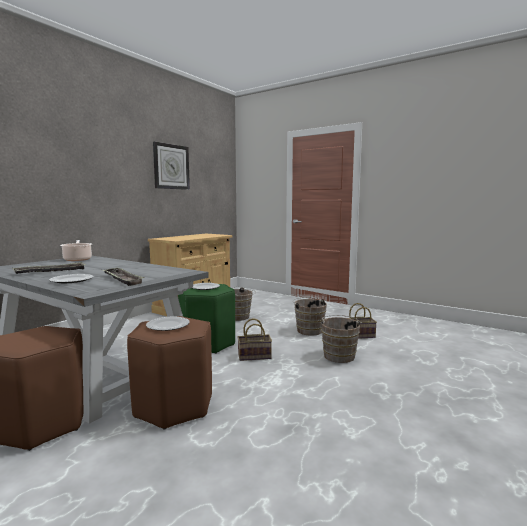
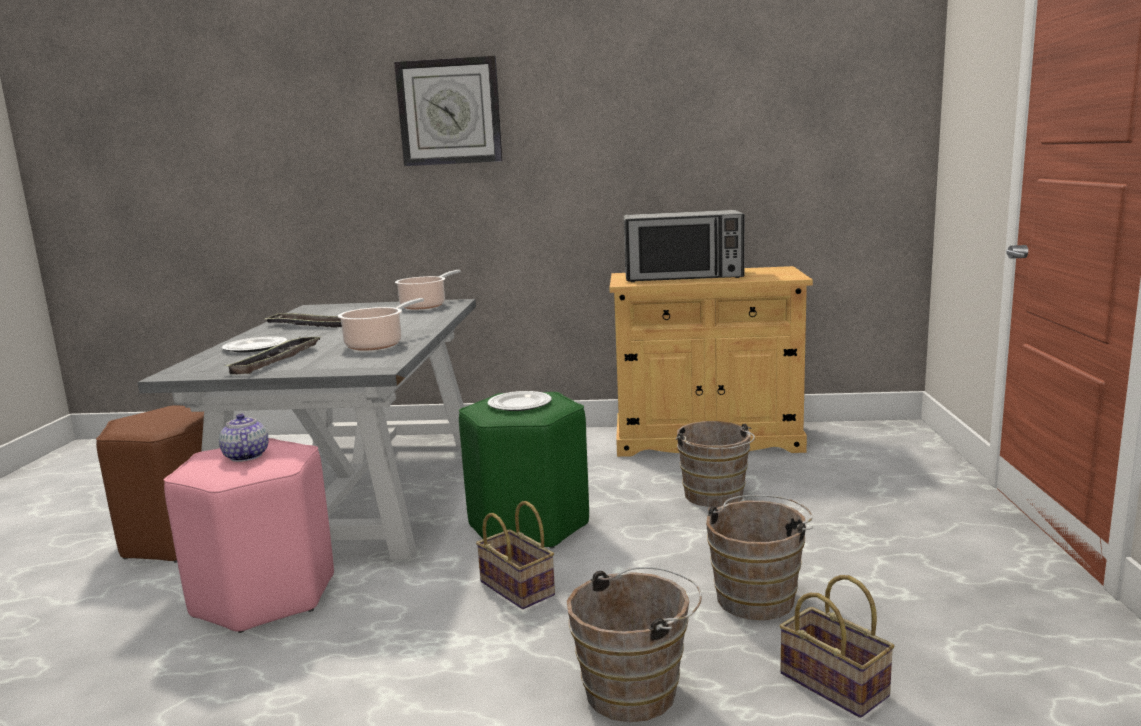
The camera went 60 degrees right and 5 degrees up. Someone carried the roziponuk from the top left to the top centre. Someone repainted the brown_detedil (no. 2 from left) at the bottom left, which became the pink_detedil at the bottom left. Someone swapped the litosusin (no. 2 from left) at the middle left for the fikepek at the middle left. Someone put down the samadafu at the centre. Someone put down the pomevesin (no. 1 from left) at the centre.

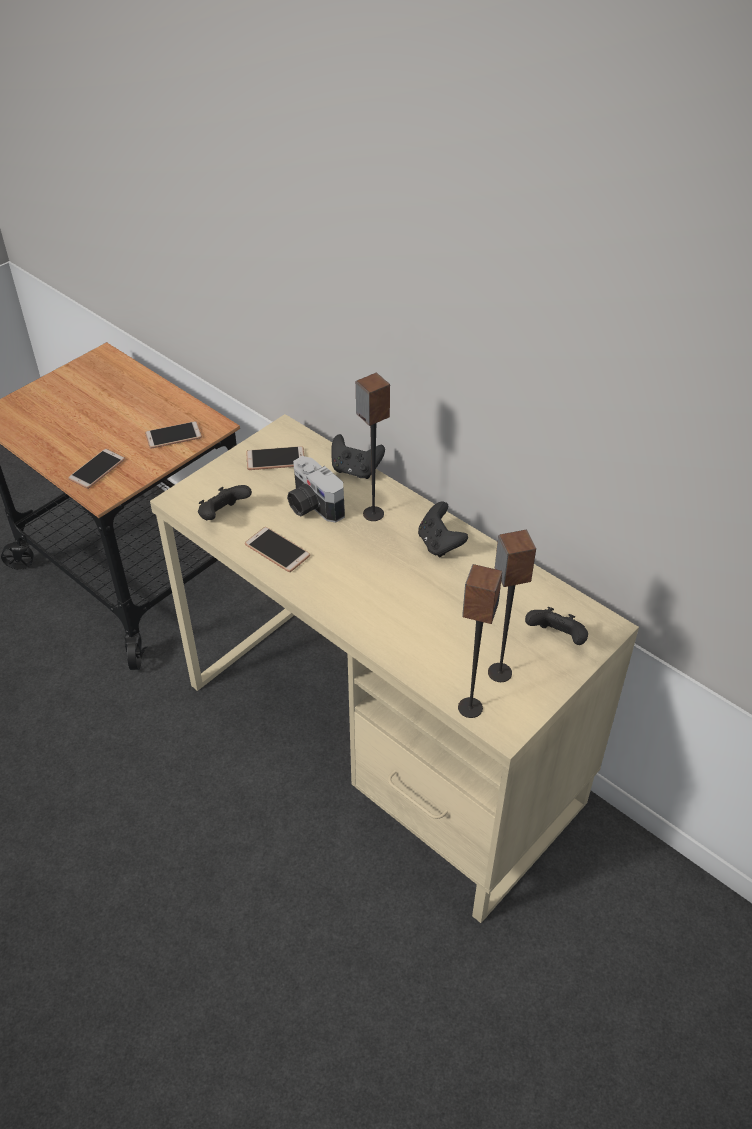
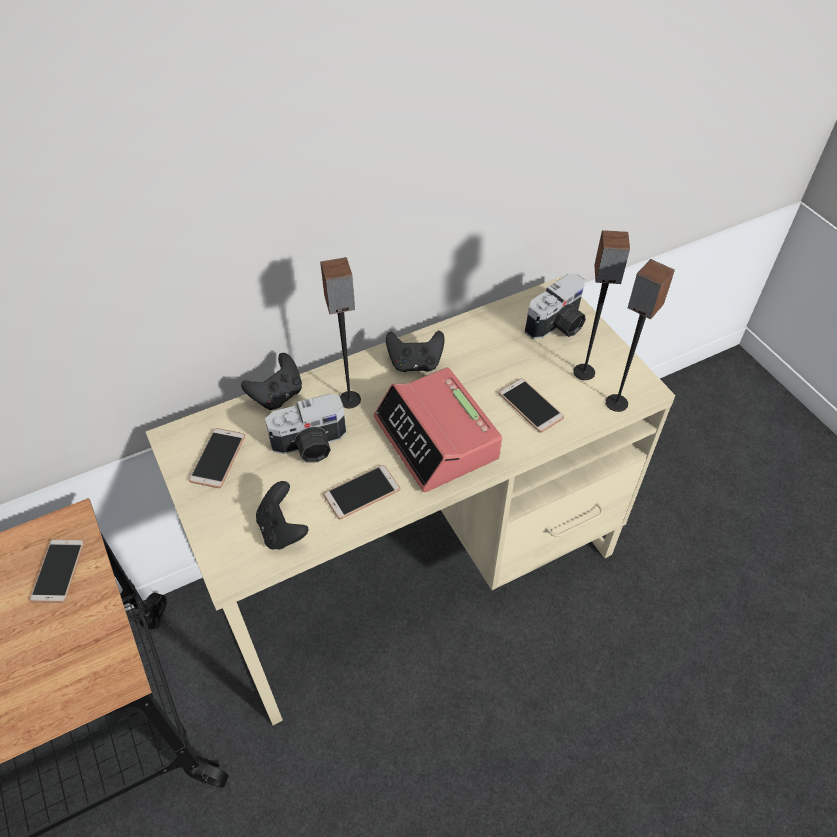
The camera went 70 degrees left and 5 degrees up. Someone carried the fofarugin (no. 1 from left in the first image) from the middle left to the centre. Someone swapped the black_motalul (no. 4 from left) at the middle right for the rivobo (no. 2 from left) at the centre. Someone put down the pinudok at the centre.

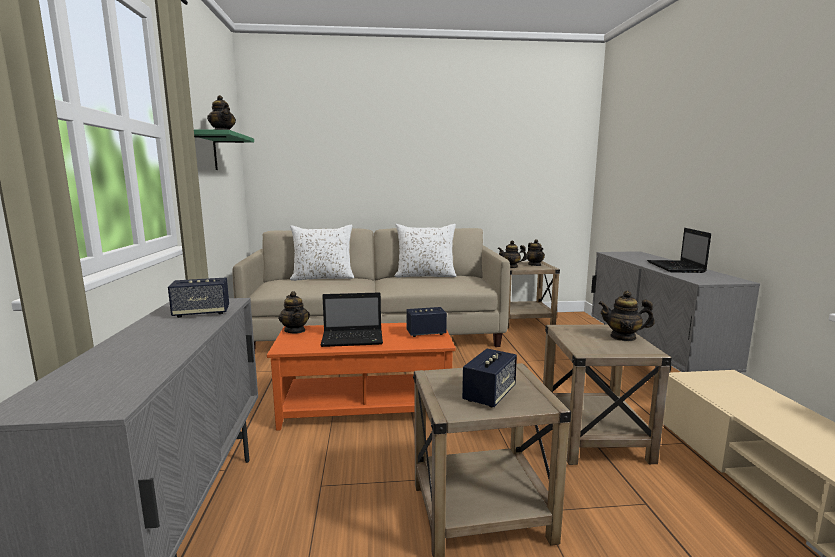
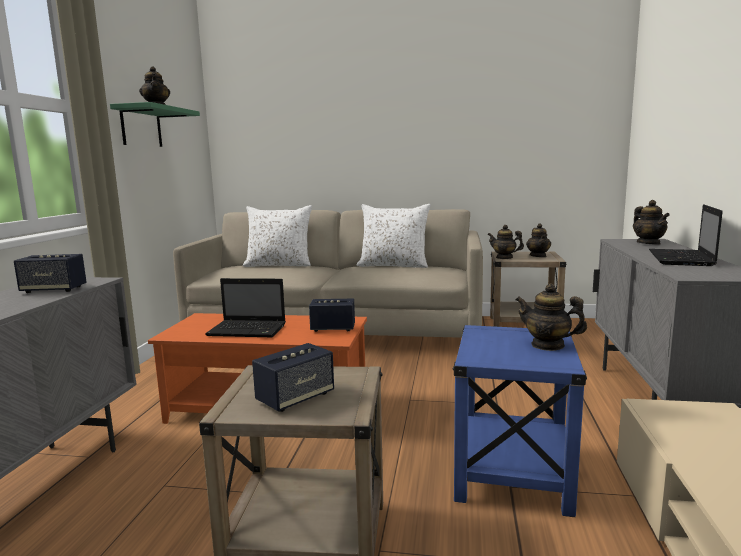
The camera went 15 degrees right and 0 degrees up. Someone carried the fikepek (no. 2 from left in the first image) from the centre to the middle right. Someone repainted the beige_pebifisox (no. 3 from left) at the bottom right, which became the blue_pebifisox at the bottom right.

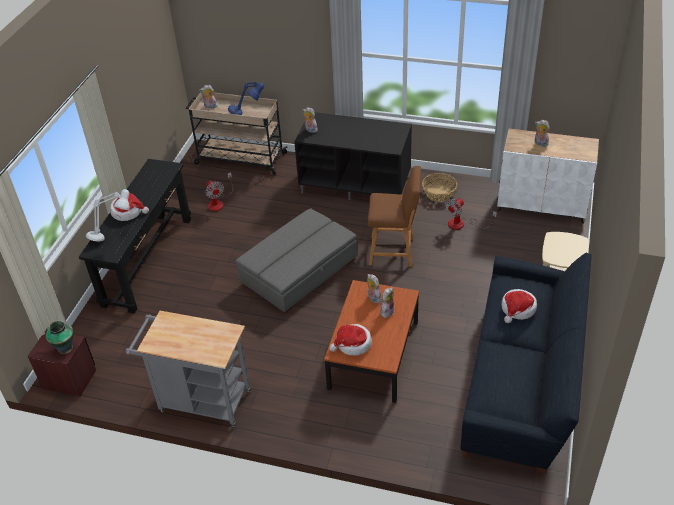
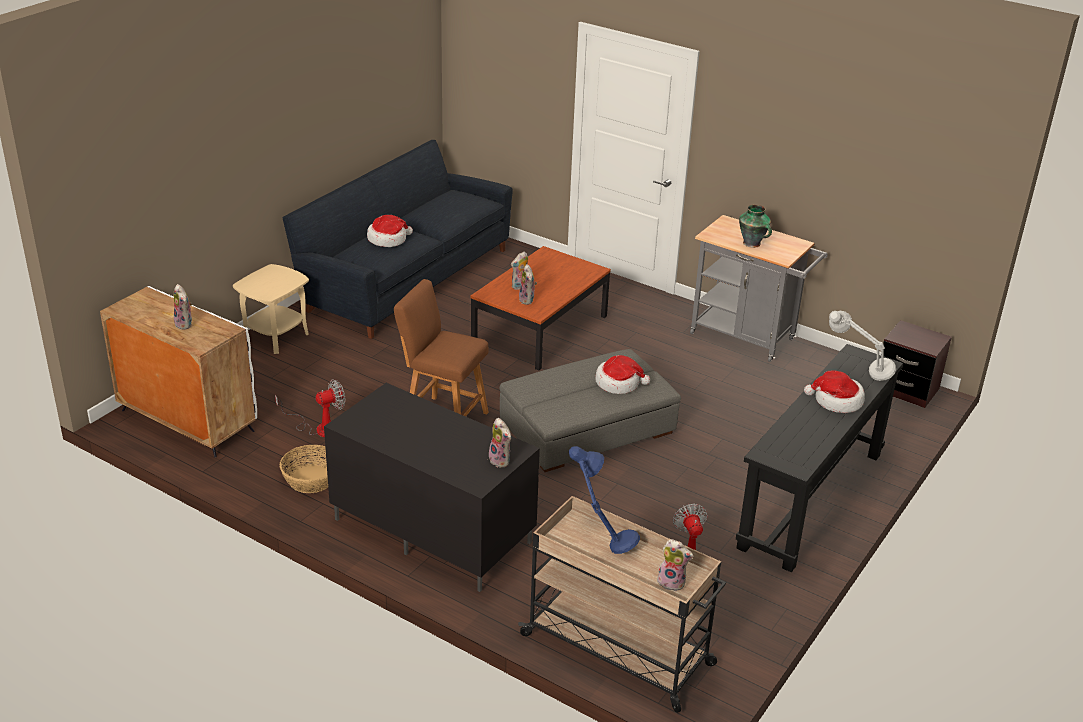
The camera went 165 degrees left and 10 degrees down. Someone carried the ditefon from the bottom left to the top right. Someone carried the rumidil (no. 2 from left) from the bottom centre to the centre.

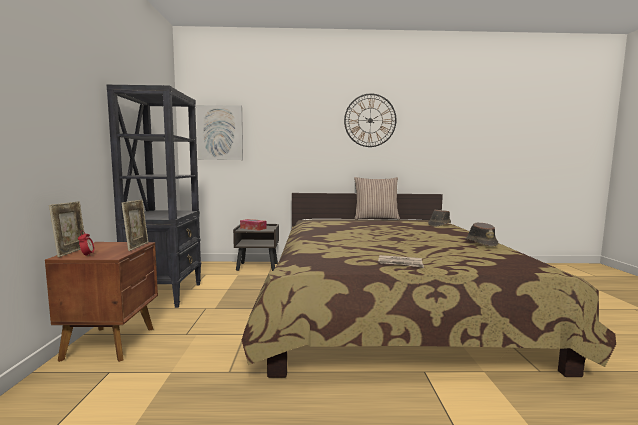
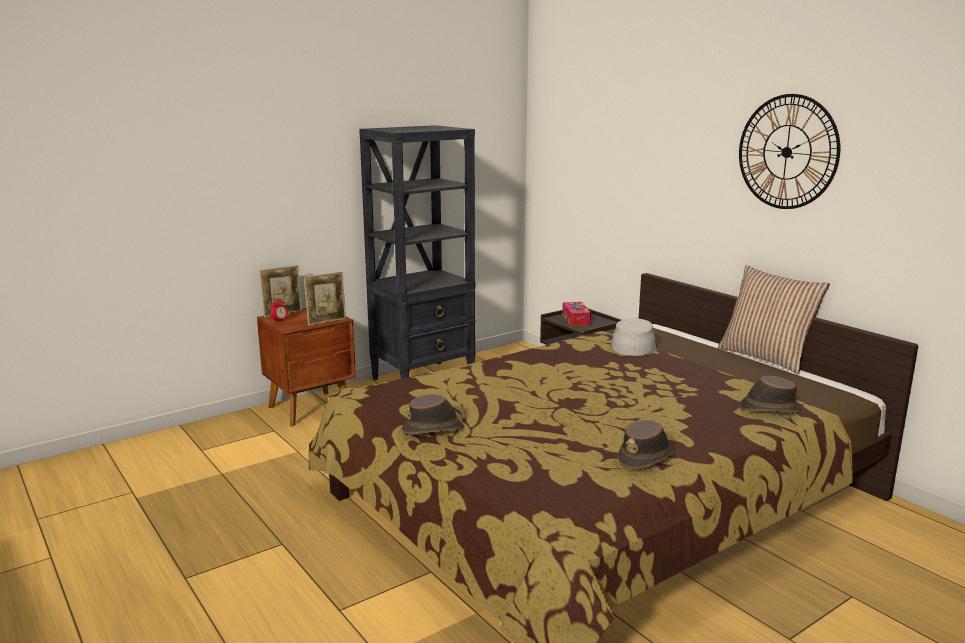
The camera went 55 degrees right and 10 degrees up. Someone took away the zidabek at the top centre. Someone swapped the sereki at the centre for the brown_rumidil (no. 1 from left) at the centre. Someone put down the grey_rumidil at the centre.

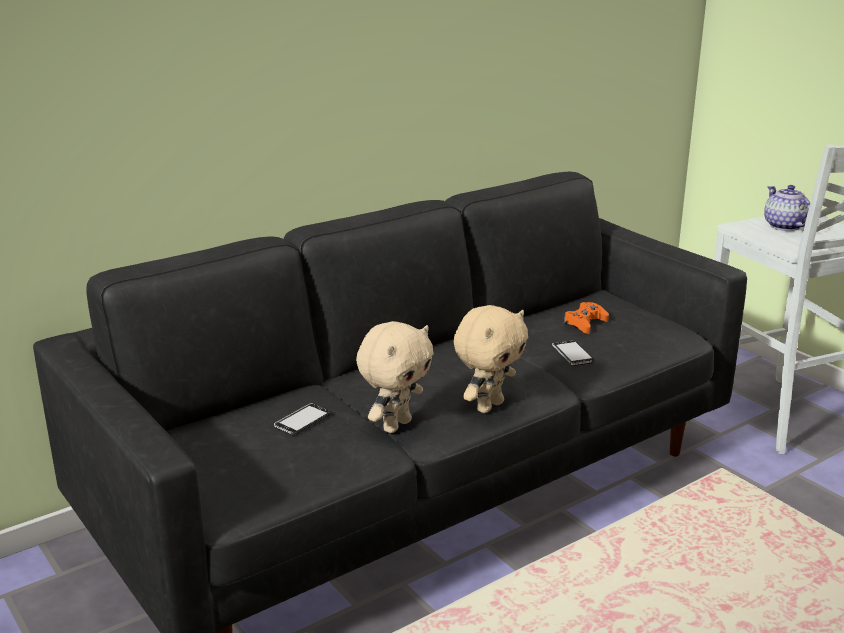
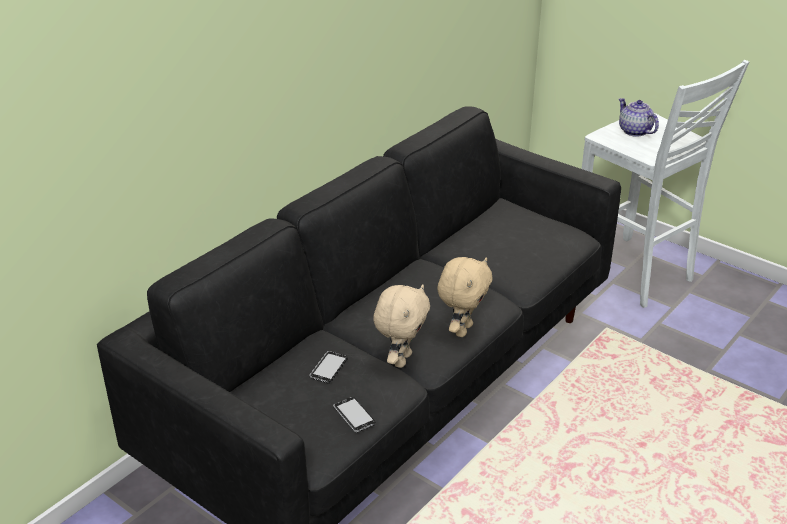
The camera went 15 degrees left and 10 degrees up. Someone took away the orange_motalul at the middle right. Someone carried the fofarugin (no. 2 from left) from the middle right to the bottom centre.

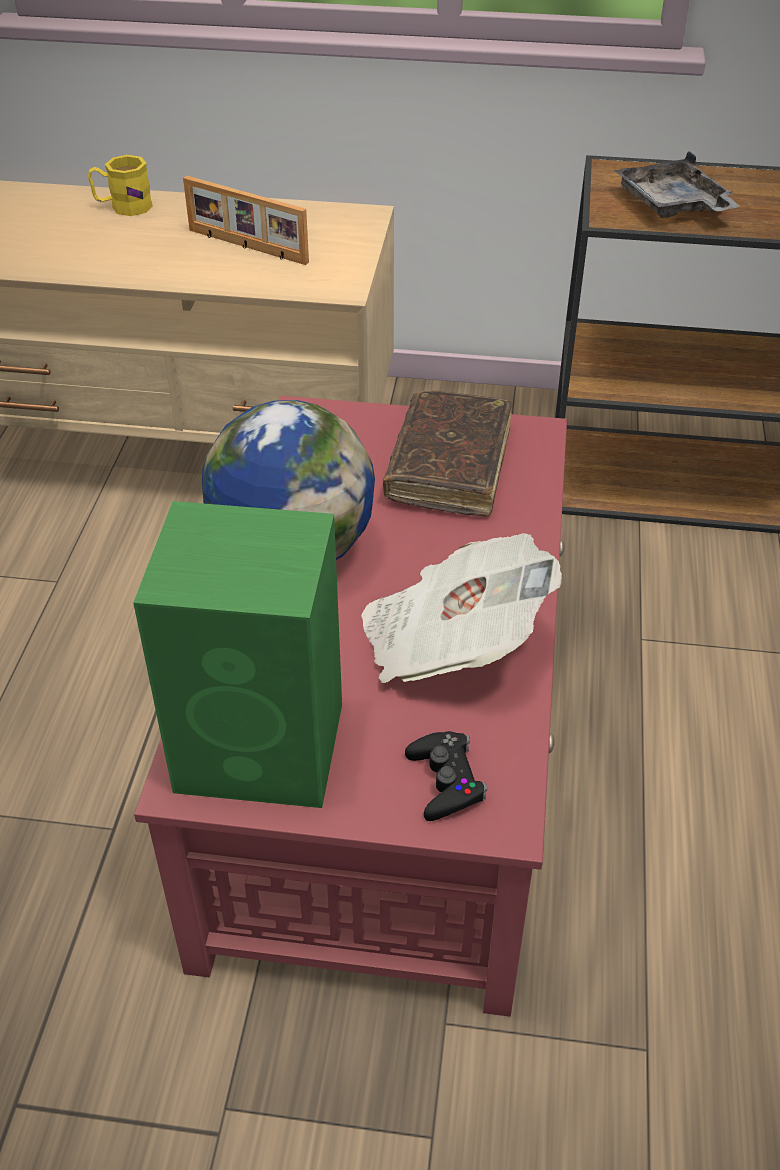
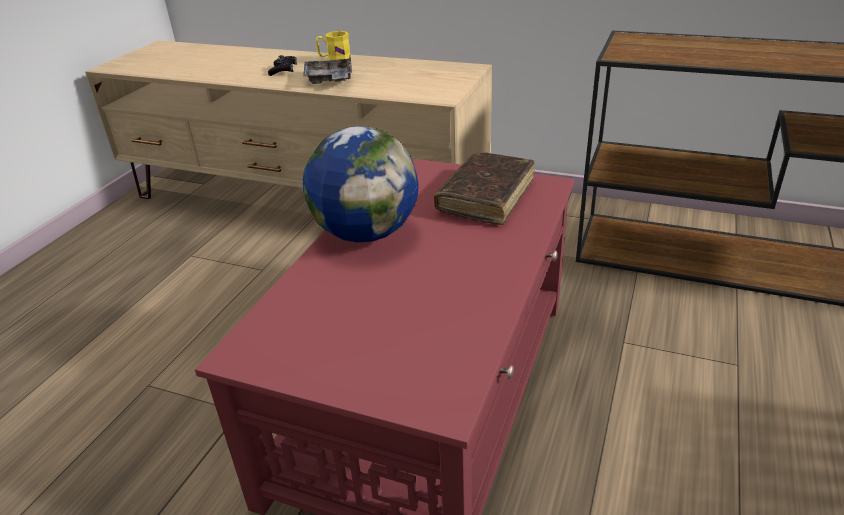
The camera went 15 degrees right and 10 degrees down. Someone carried the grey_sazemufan from the top right to the top centre. Someone took away the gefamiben at the top left. Someone took away the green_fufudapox at the middle left. Someone took away the sereki at the centre. Someone carried the black_motalul from the centre to the top centre.

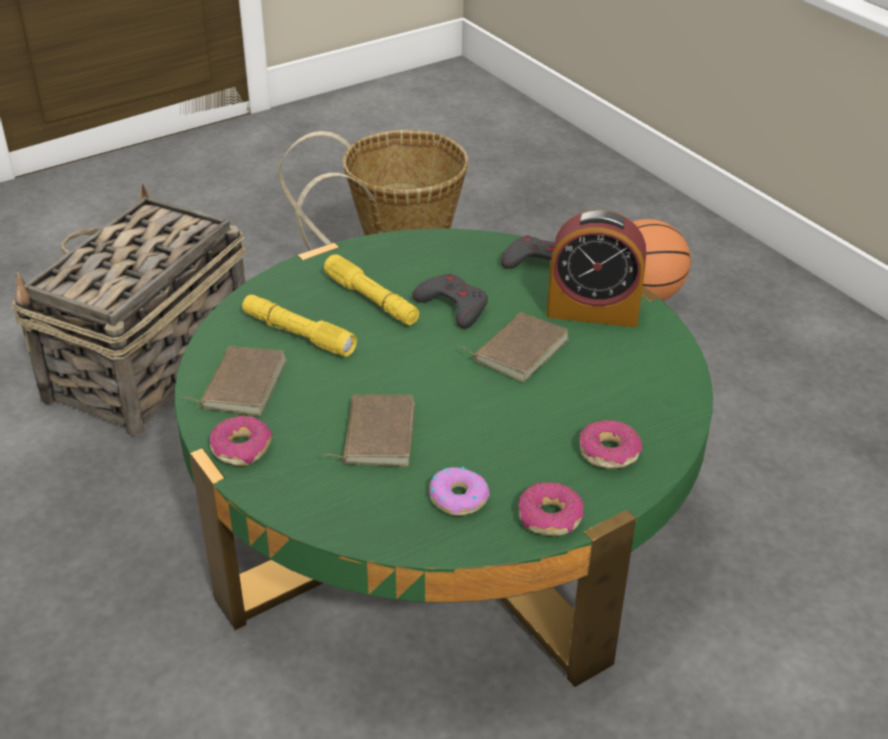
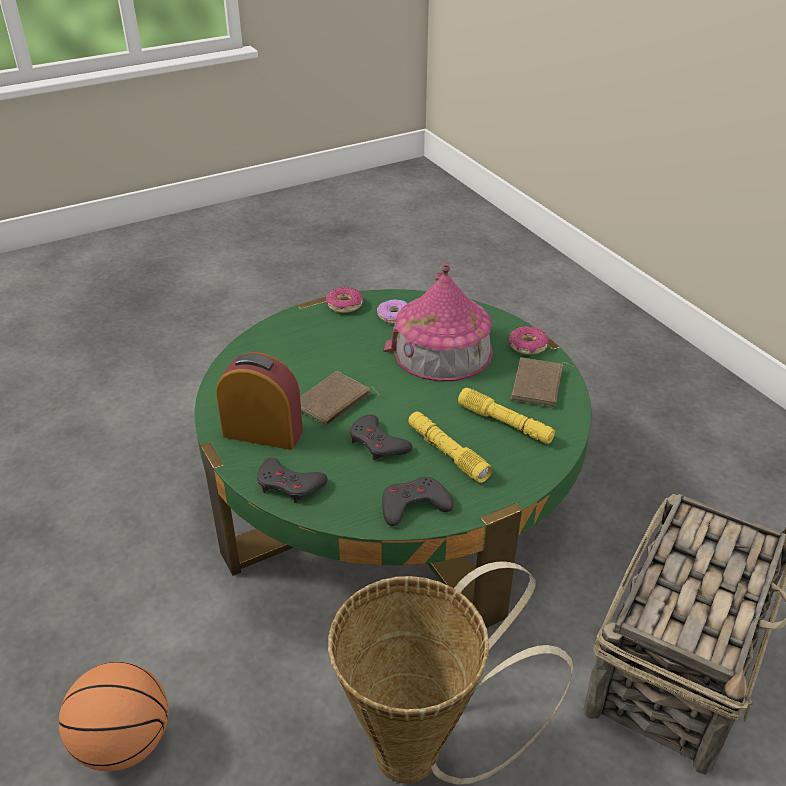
The camera went 175 degrees left and 0 degrees up. Someone swapped the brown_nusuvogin (no. 2 from left) at the centre for the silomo at the centre. Someone took away the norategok (no. 4 from left) at the middle right. Someone put down the grey_motalul (no. 3 from left) at the centre.

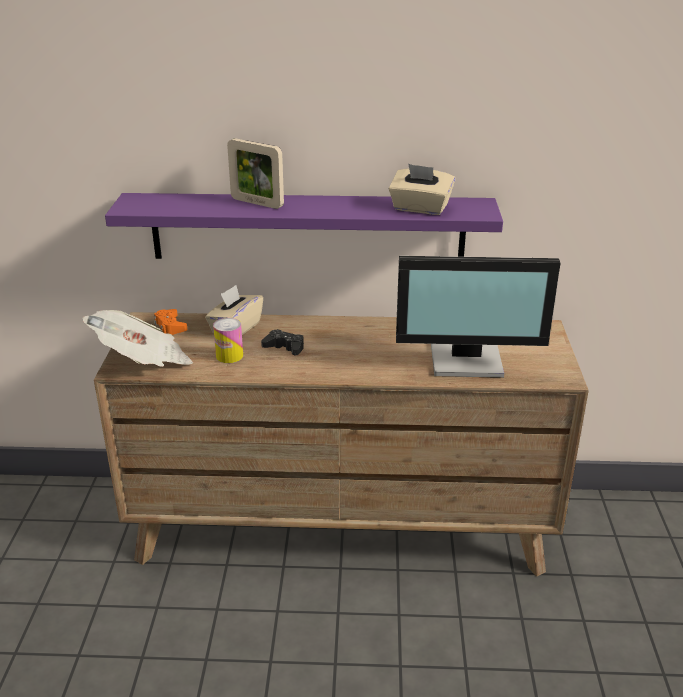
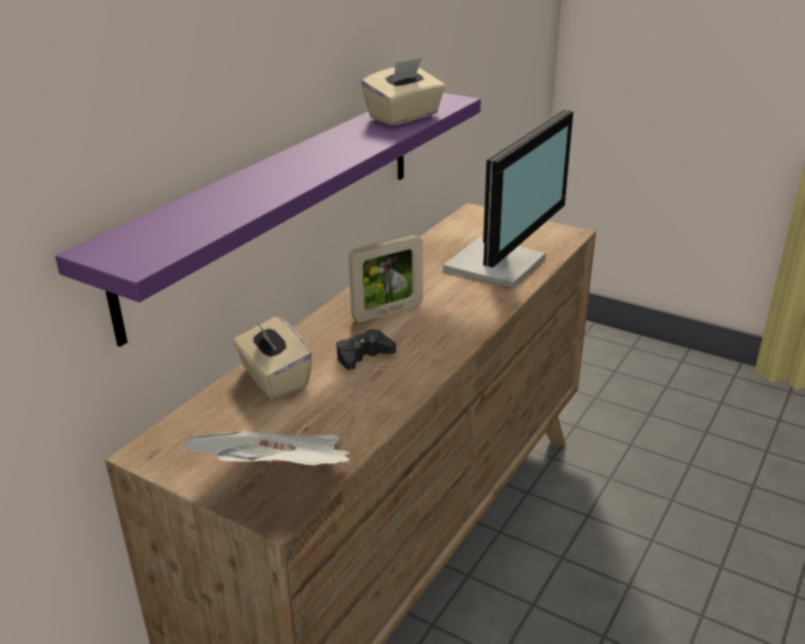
The camera went 60 degrees left and 0 degrees up. Someone carried the gefamiben from the top centre to the centre. Someone took away the orange_motalul at the middle left. Someone took away the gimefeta at the centre.

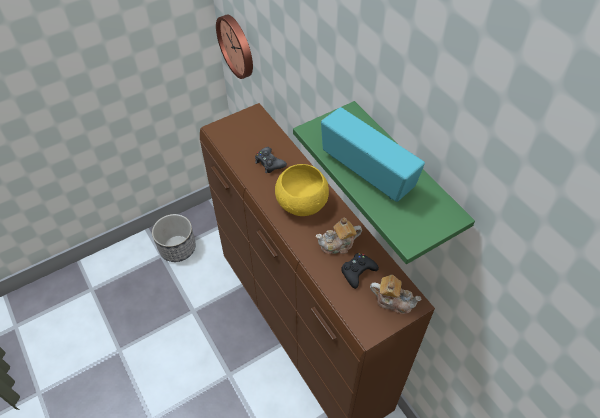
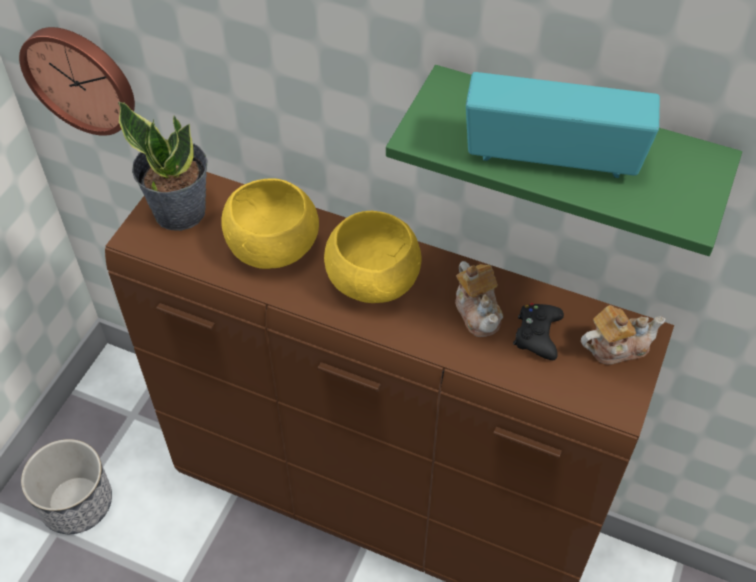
The camera went 35 degrees left and 0 degrees up. Someone swapped the black_motalul (no. 1 from left) at the centre for the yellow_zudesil (no. 1 from left) at the centre. Someone rotated the fikepek (no. 1 from left) at the centre by 60 degrees counterclockwise. Someone put down the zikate at the top left.

